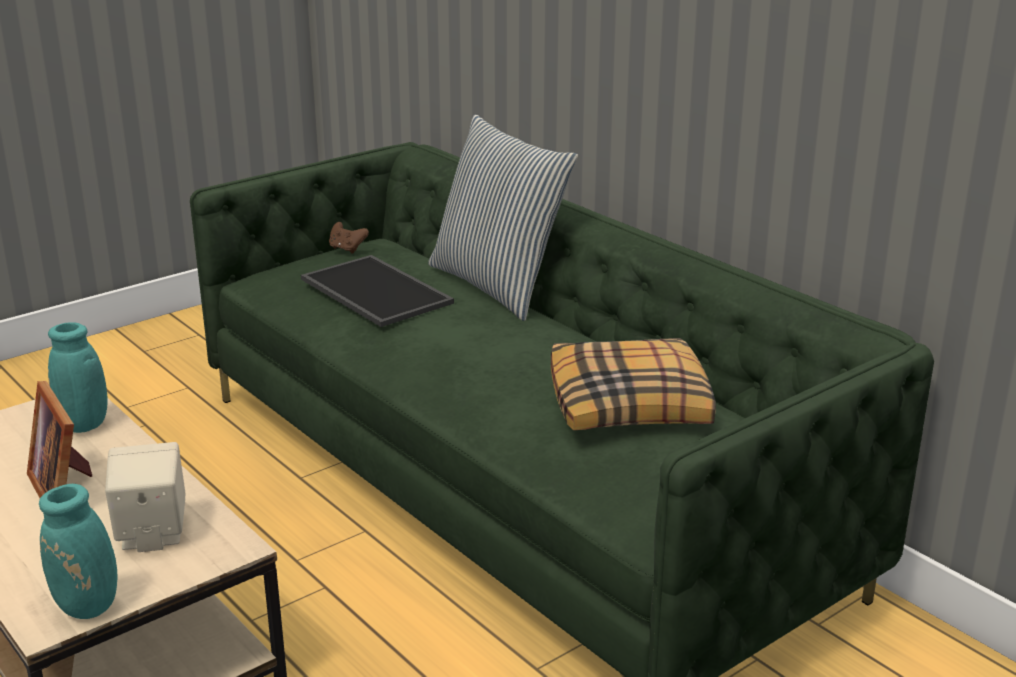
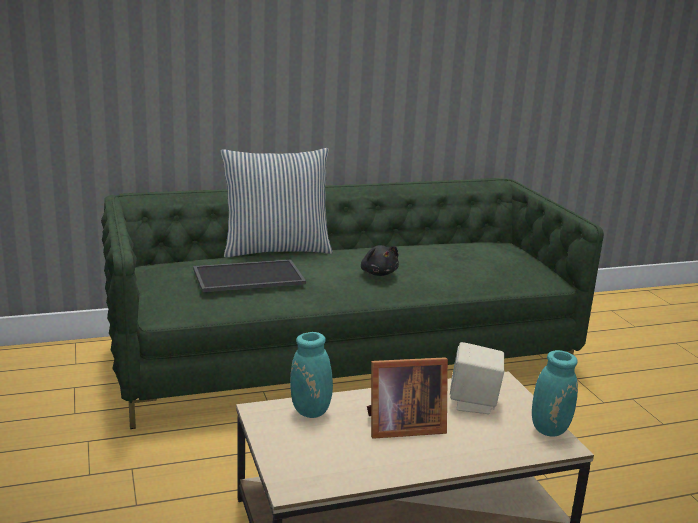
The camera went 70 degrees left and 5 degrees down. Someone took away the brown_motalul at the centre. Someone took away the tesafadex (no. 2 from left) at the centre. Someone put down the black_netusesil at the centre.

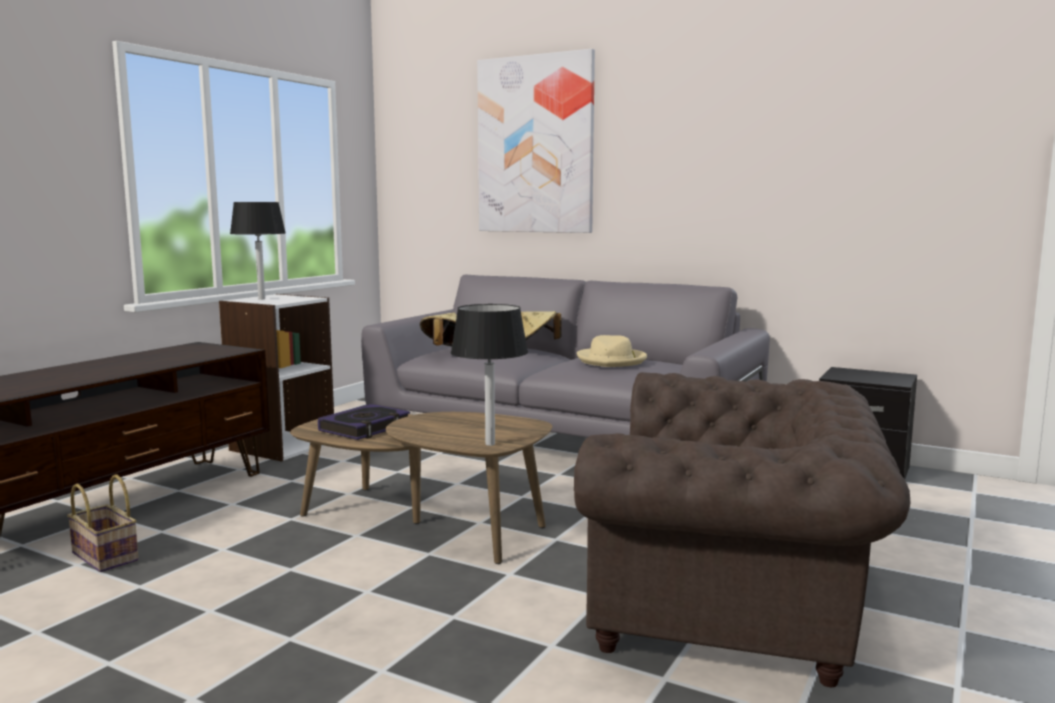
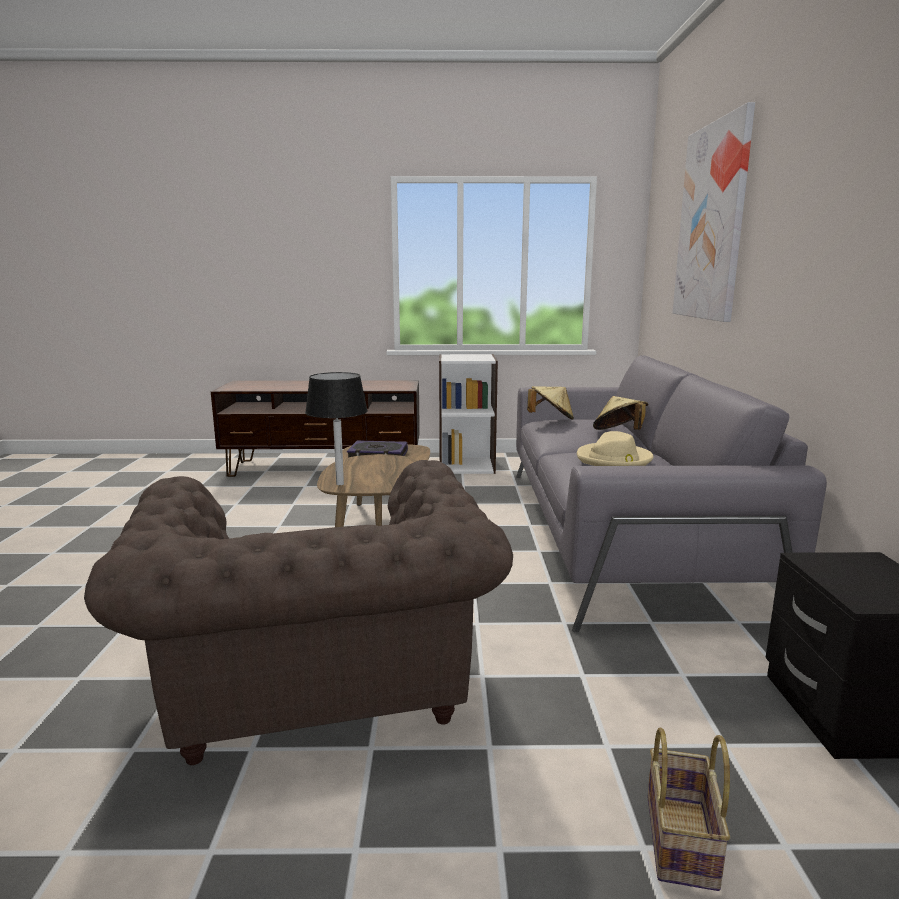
The camera went 60 degrees right and 5 degrees up. Someone took away the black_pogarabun (no. 1 from left) at the middle left. Someone carried the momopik from the bottom left to the bottom right.

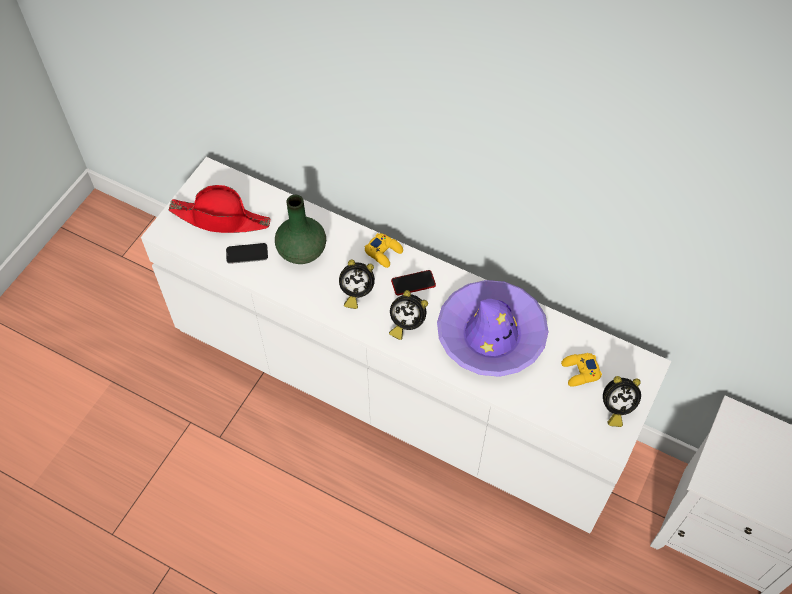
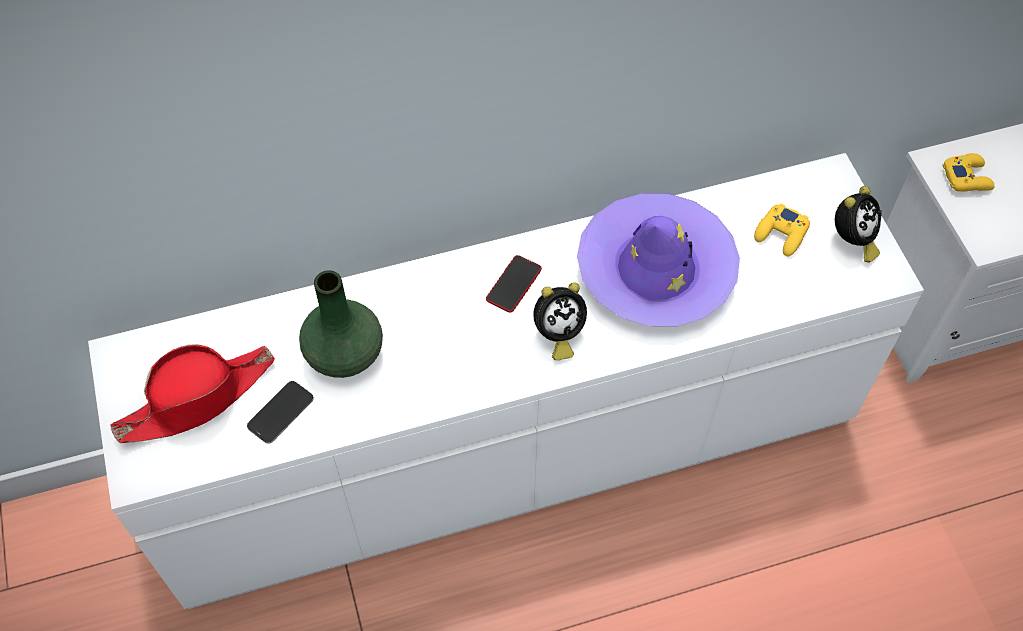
The camera went 45 degrees left and 0 degrees up. Someone carried the yellow_motalul (no. 1 from left in the first image) from the centre to the top right. Someone took away the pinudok (no. 1 from left) at the centre.

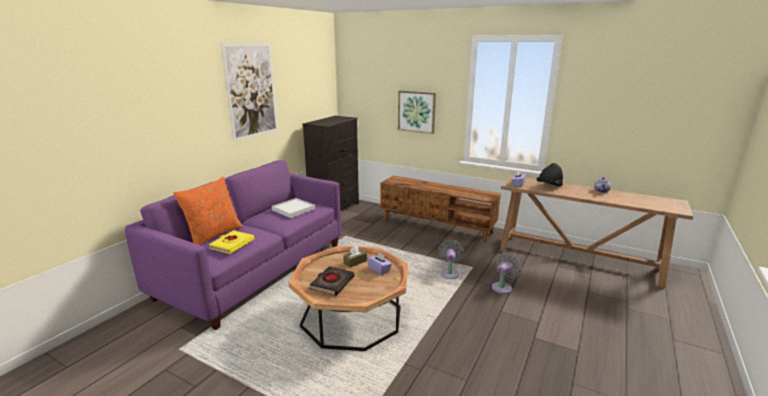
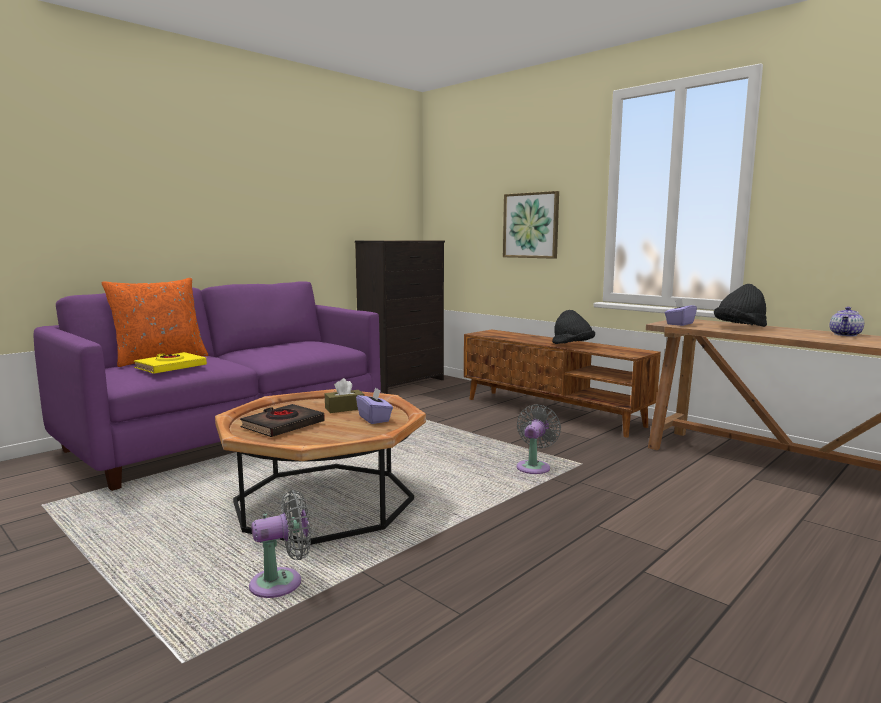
The camera went 15 degrees right and 10 degrees down. Someone took away the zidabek (no. 1 from left) at the top left. Someone took away the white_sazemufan at the centre. Someone carried the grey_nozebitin (no. 2 from left in the first image) from the bottom centre to the bottom left. Someone put down the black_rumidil (no. 1 from left) at the centre.

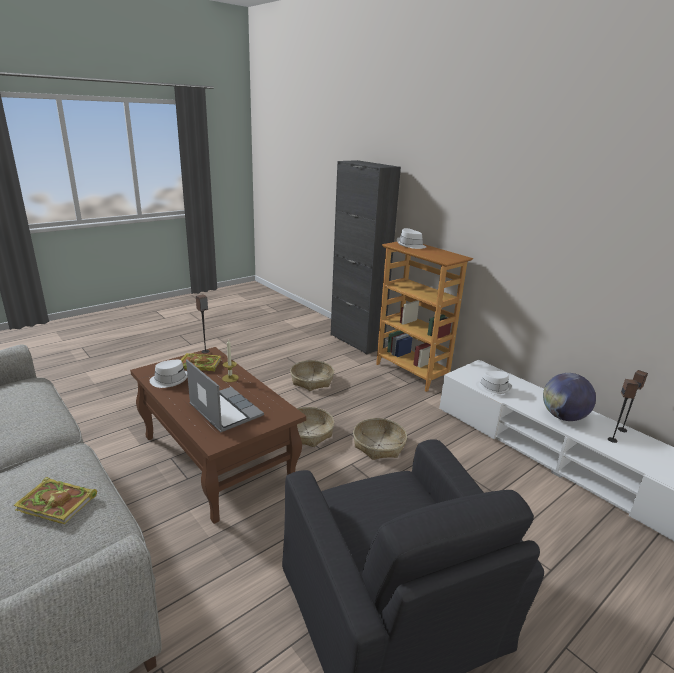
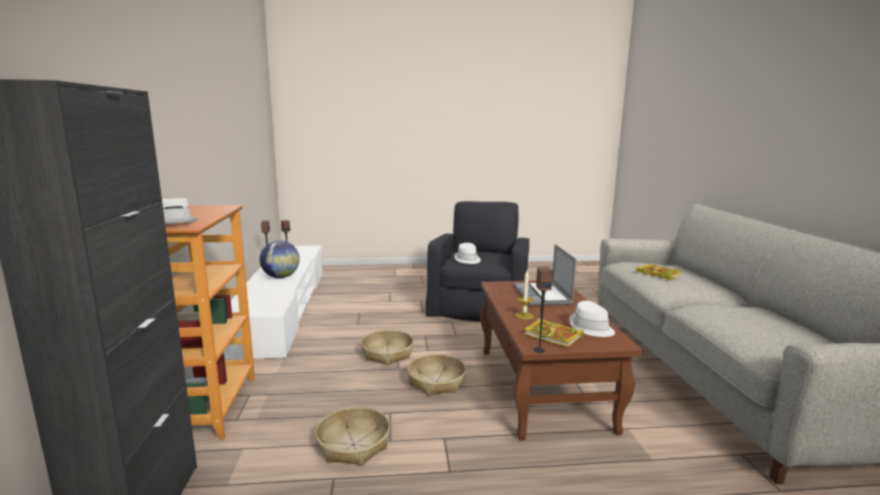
The camera went 145 degrees left and 10 degrees down. Someone carried the white_rumidil (no. 3 from left in the first image) from the middle right to the centre.

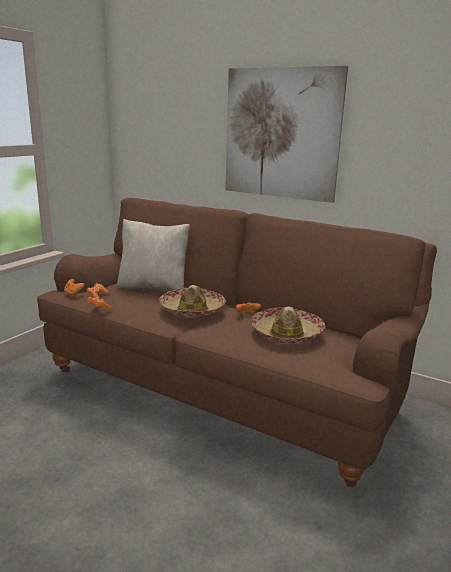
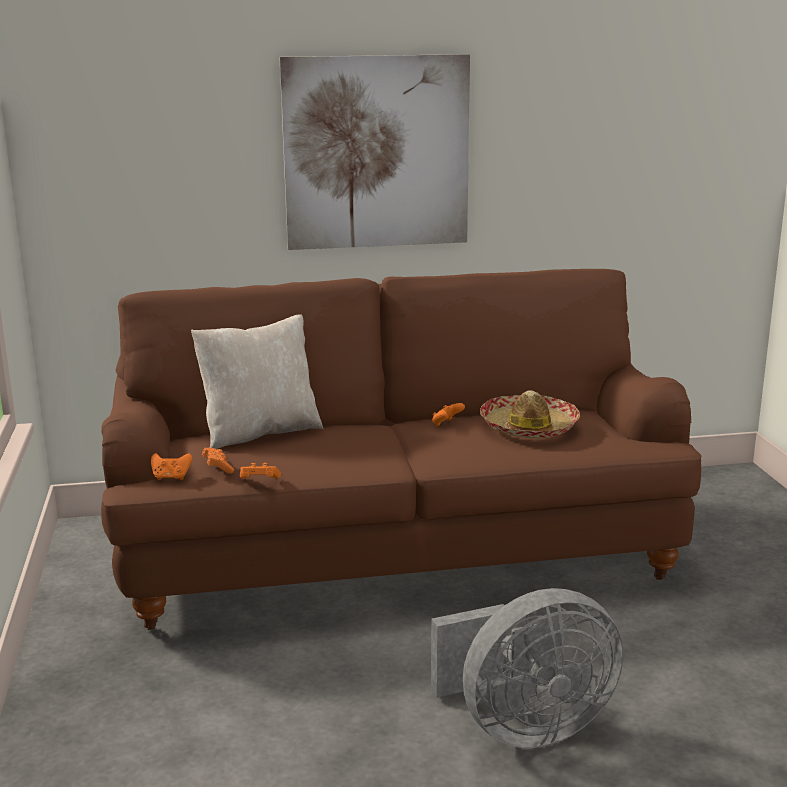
The camera went 40 degrees left and 0 degrees up. Someone took away the rumidil (no. 1 from left) at the centre. Someone put down the grey_nozebitin at the bottom right.

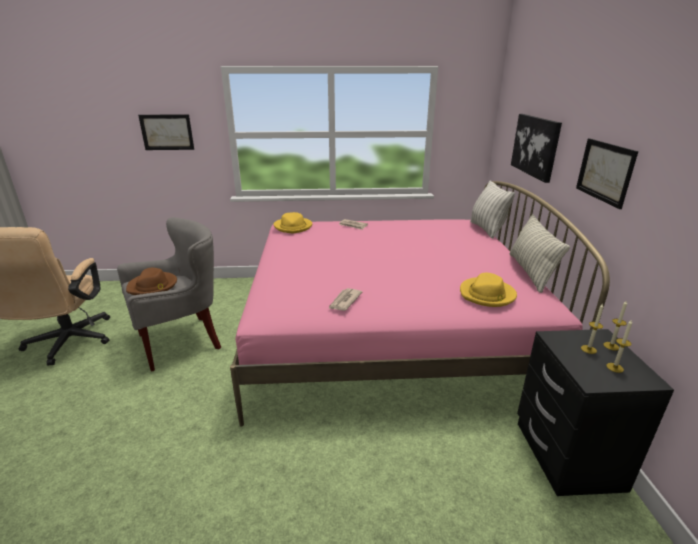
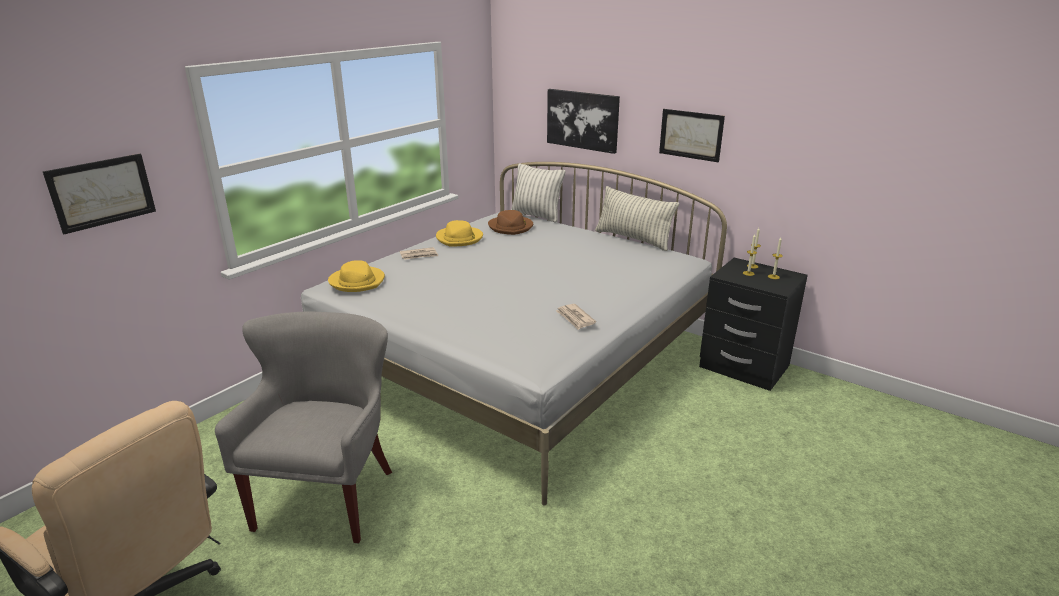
The camera went 50 degrees left and 0 degrees up. Someone repainted the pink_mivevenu at the centre, which became the white_mivevenu at the centre. Someone carried the brown_rumidil from the middle left to the centre. Someone carried the yellow_rumidil (no. 2 from left) from the middle right to the centre.

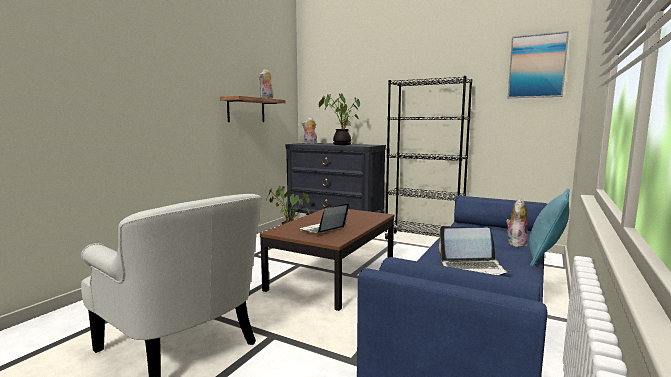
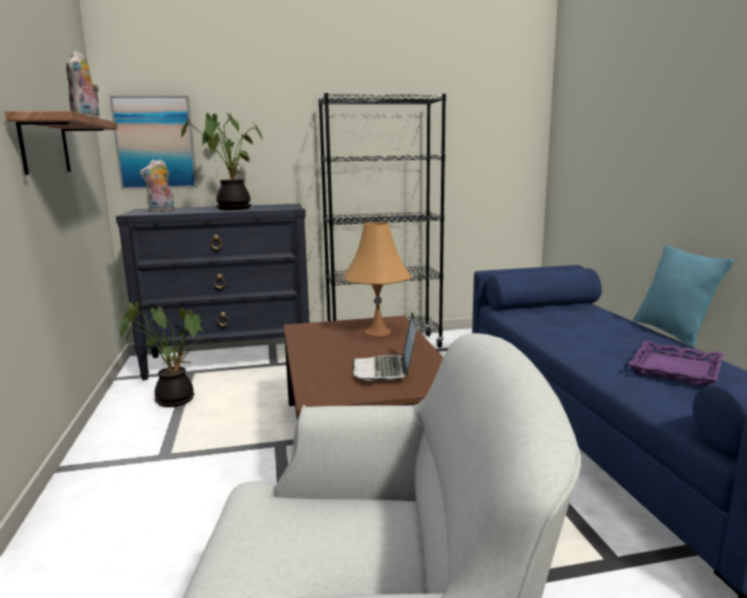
The camera went 40 degrees left and 5 degrees up. Someone carried the zidabek from the top right to the top left. Someone took away the netusesil (no. 3 from left) at the middle right. Someone swapped the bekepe (no. 2 from left) at the middle right for the purple_sazemufan at the middle right. Someone put down the orange_pogarabun at the centre.

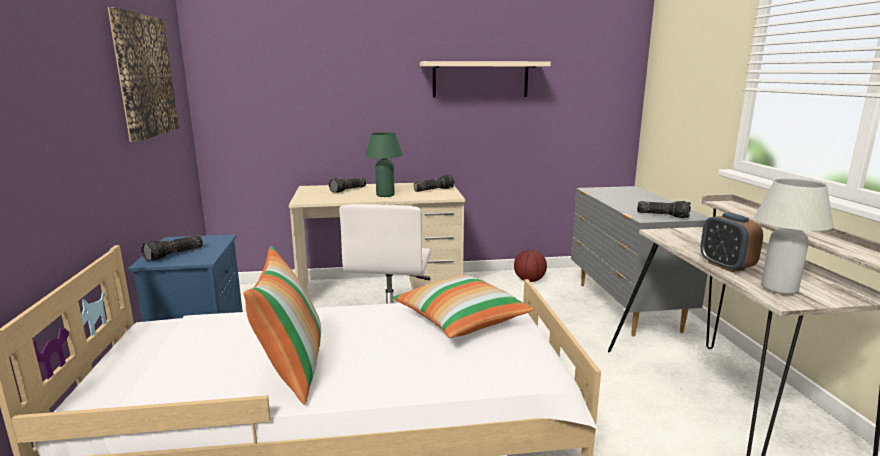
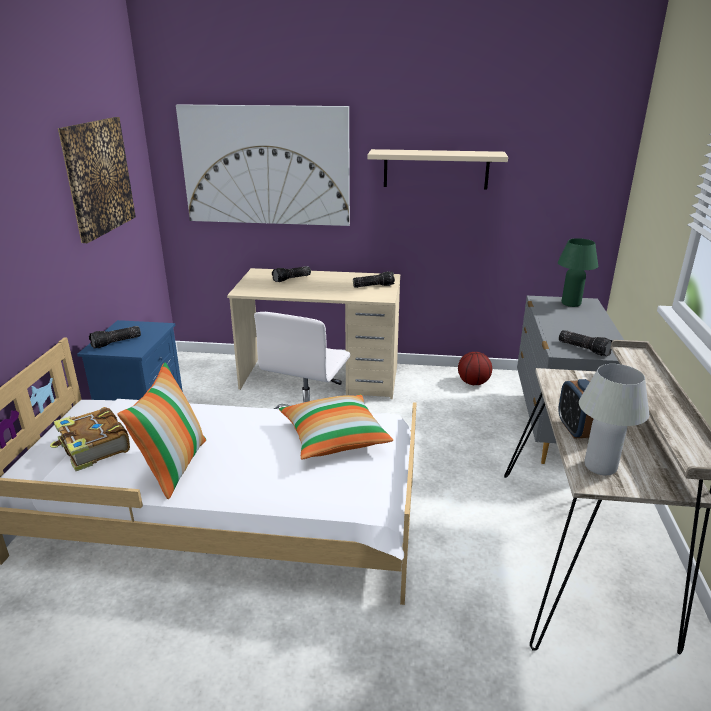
The camera went 15 degrees right and 10 degrees up. Someone carried the green_pogarabun from the centre to the middle right. Someone put up the zidabek (no. 2 from left) at the top centre. Someone put down the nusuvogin at the middle left.

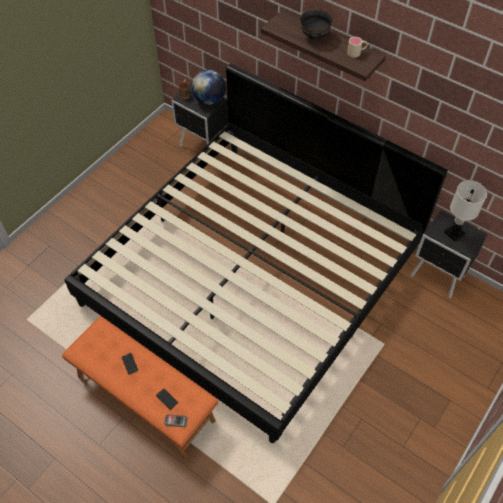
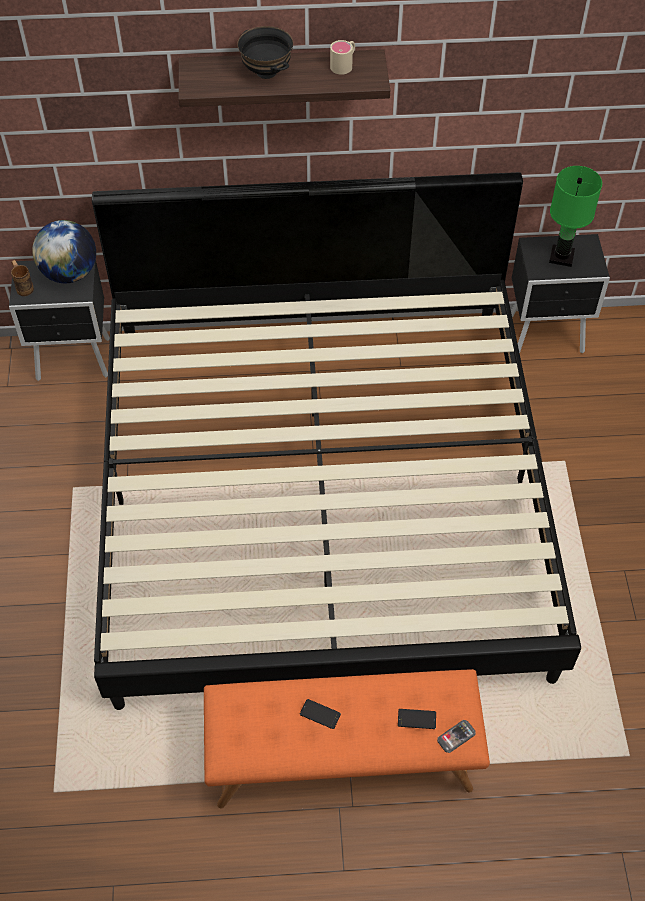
The camera went 40 degrees left and 0 degrees up. Someone repainted the white_pogarabun at the middle right, which became the green_pogarabun at the top right.

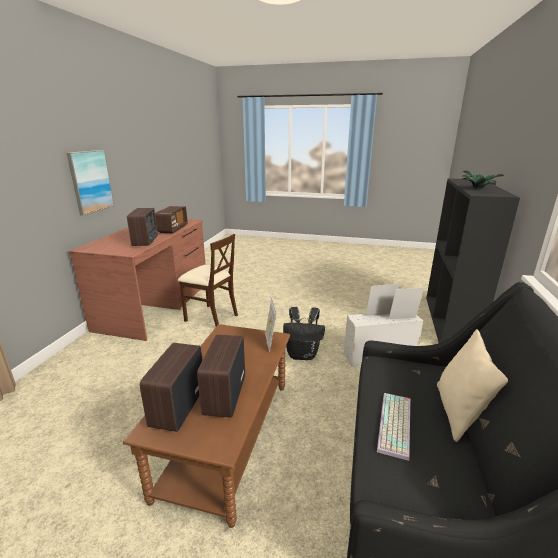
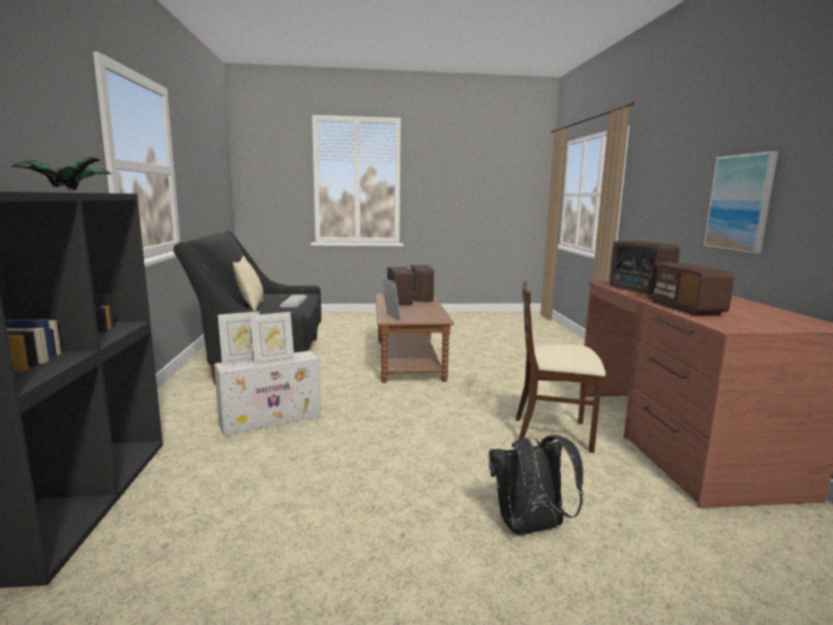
The camera went 160 degrees right and 10 degrees down. Someone carried the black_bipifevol from the centre to the bottom centre.

